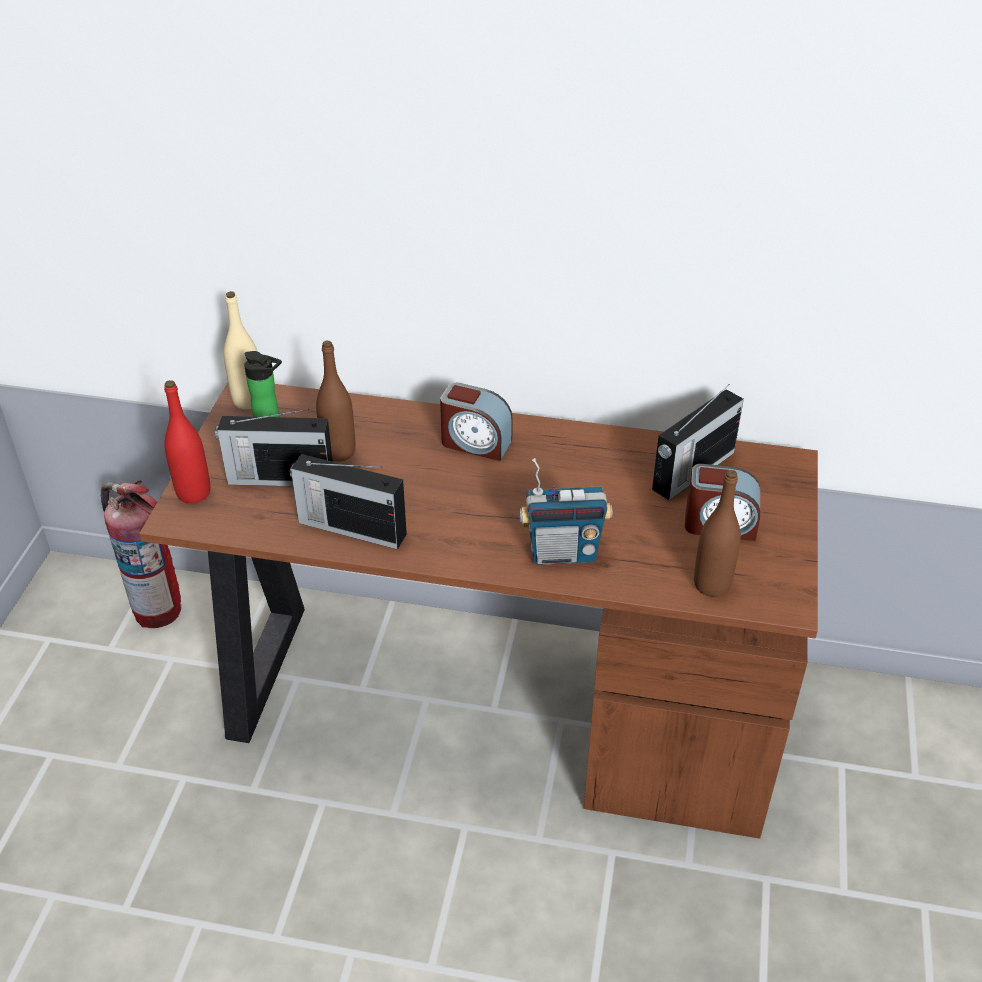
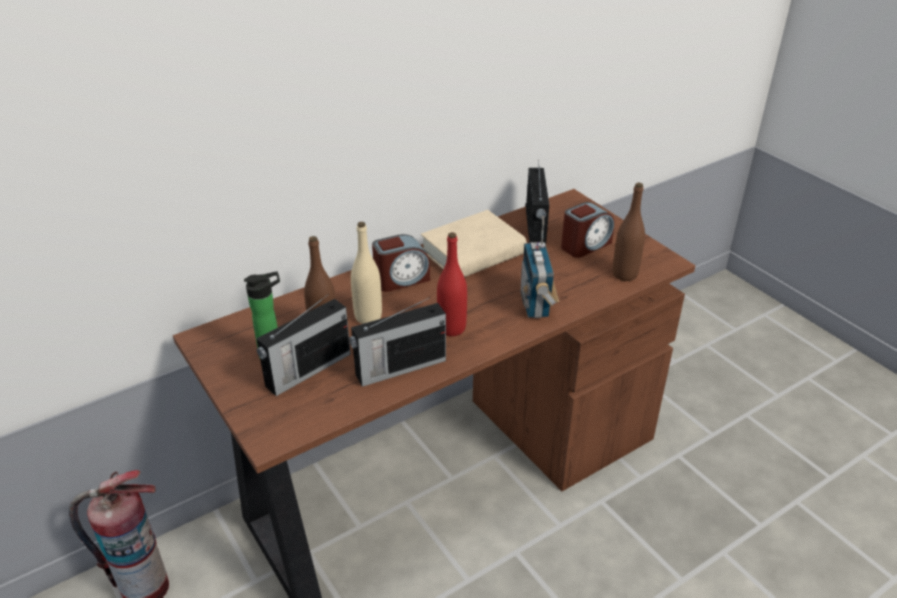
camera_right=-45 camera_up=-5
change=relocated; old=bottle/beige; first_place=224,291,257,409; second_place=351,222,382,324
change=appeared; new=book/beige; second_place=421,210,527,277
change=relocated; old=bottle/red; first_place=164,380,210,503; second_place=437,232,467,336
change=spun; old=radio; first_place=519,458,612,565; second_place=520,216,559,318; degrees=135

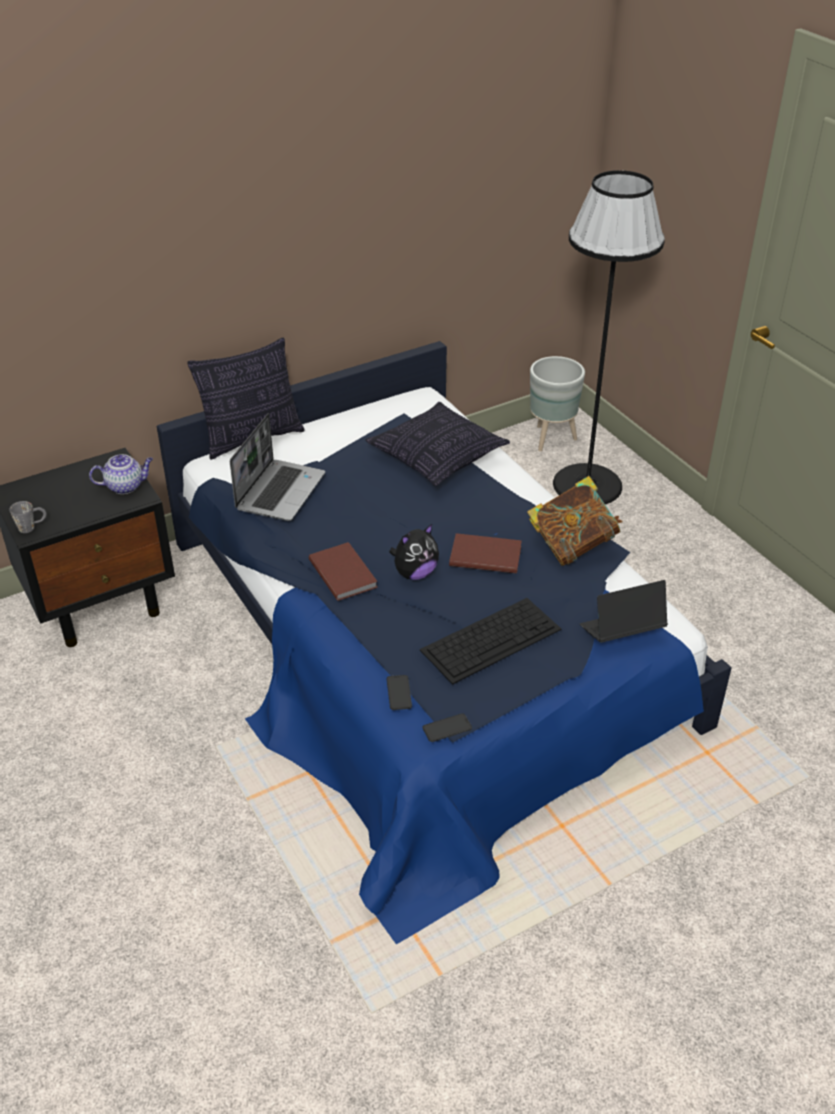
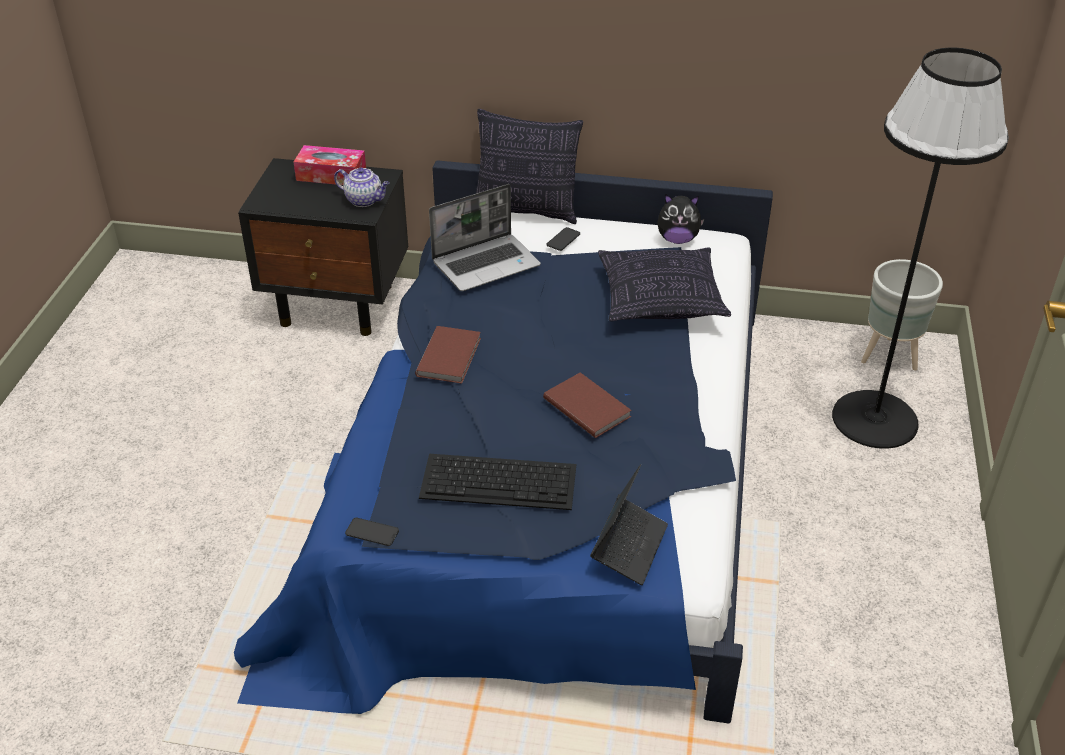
camera_right=40 camera_up=0
change=appeared; new=tissue box; second_place=294,145,366,185
change=relocated; old=phone; first_place=387,675,412,710; second_place=547,227,580,251
change=spun; old=laptop; first_place=580,580,668,643; second_place=590,464,668,585; degrees=90
change=relocated; old=plush toy; first_place=389,524,439,580; second_place=657,194,704,244
change=missing; old=mug/grey; first_place=9,501,47,533
change=missing; old=book; first_place=527,476,623,566

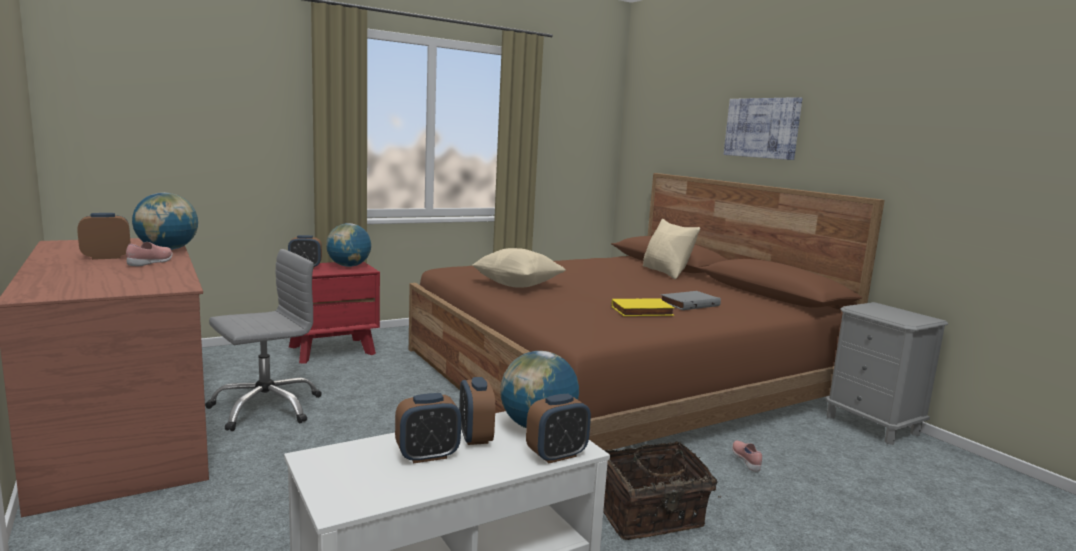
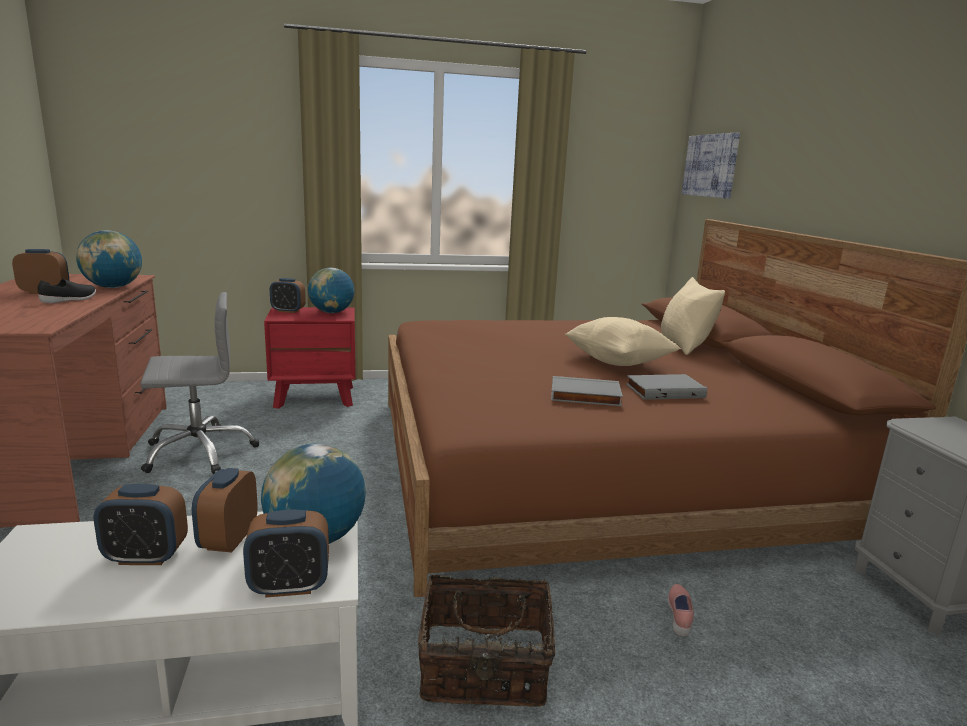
camera_right=20 camera_up=5
change=colour; old=shoe/pink; new=shoe/black; first_place=126,242,173,266; second_place=37,279,96,303
change=colour; old=book/yellow; new=book/grey; first_place=611,299,674,316; second_place=551,376,623,406
change=relocated; old=pillow/beige; first_place=472,248,566,288; second_place=565,317,681,366
change=relocated; old=picture; first_place=724,97,802,160; second_place=682,132,740,199

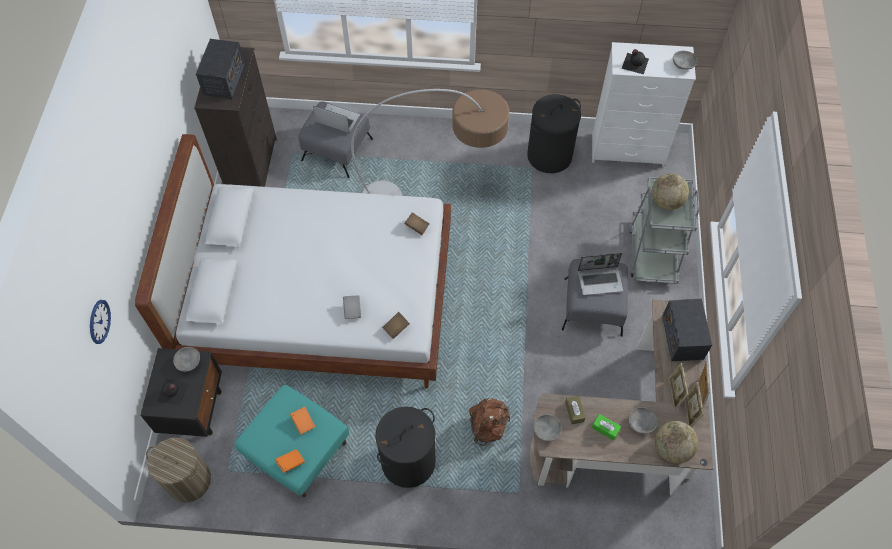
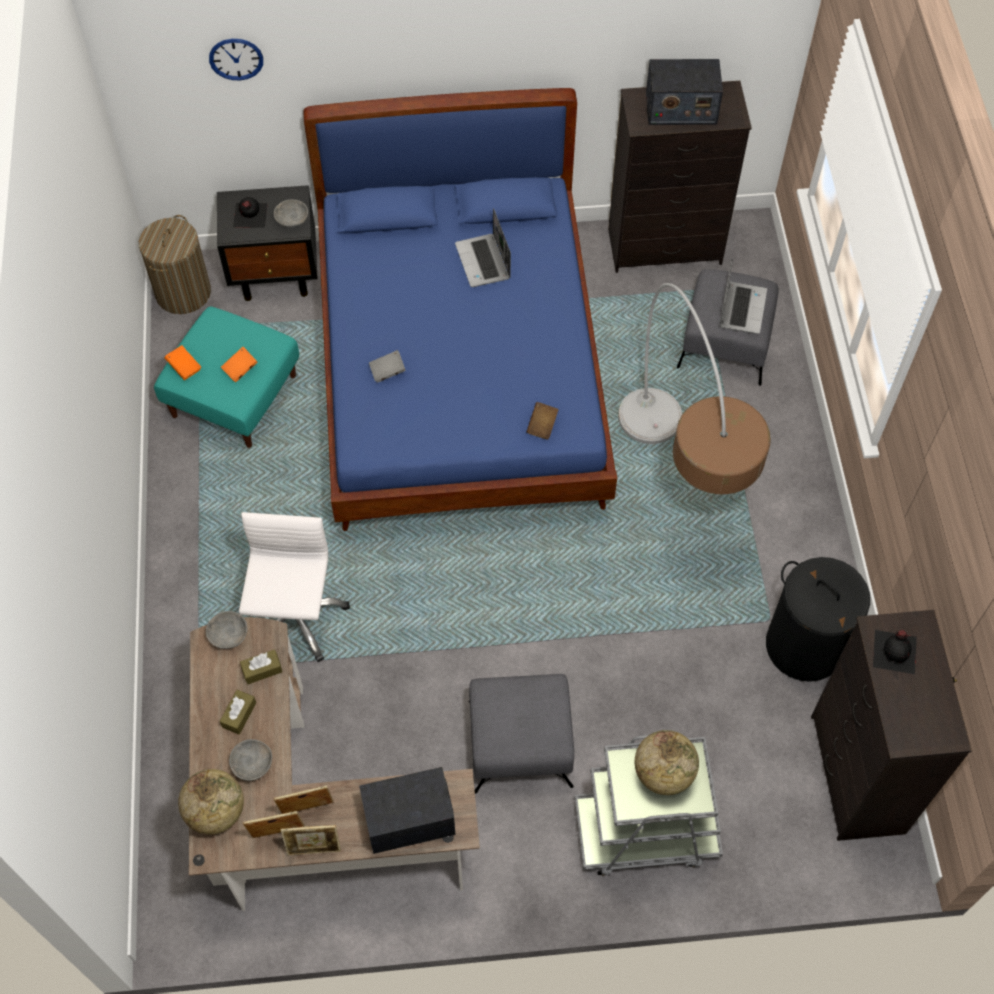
camera_right=80 camera_up=0
change=colour; old=tissue box/green; new=tissue box/brown; first_place=592,414,621,441; second_place=220,690,256,734
change=exchanged; old=backpack/brown; new=office chair/white; first_place=469,398,510,446; second_place=239,512,350,662
change=colour; old=bed/white; new=bed/blue; first_place=135,134,451,389; second_place=303,88,617,531
change=relocated; old=laptop; first_place=578,253,623,295; second_place=455,208,511,287
change=colour; old=dresser/white; new=dresser/black; first_place=592,42,696,167; second_place=811,610,972,841
change=missing; old=laundry basket/black; first_place=375,406,436,488
change=missing; old=book/brown; first_place=382,312,410,339
change=missing; old=bowl/grey; first_place=673,51,697,70

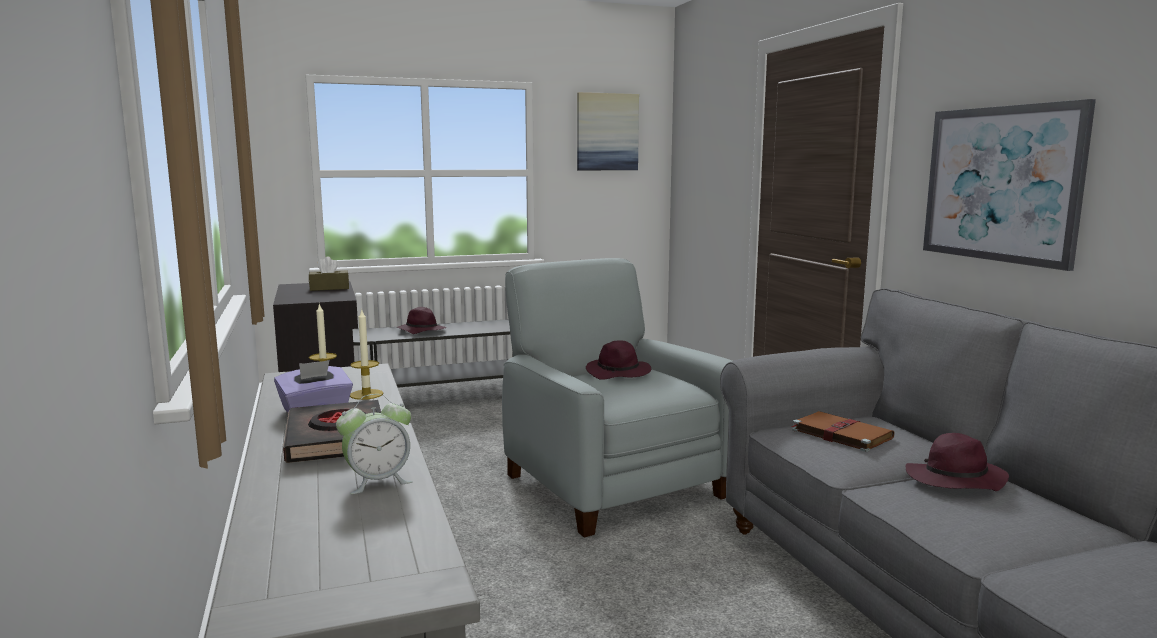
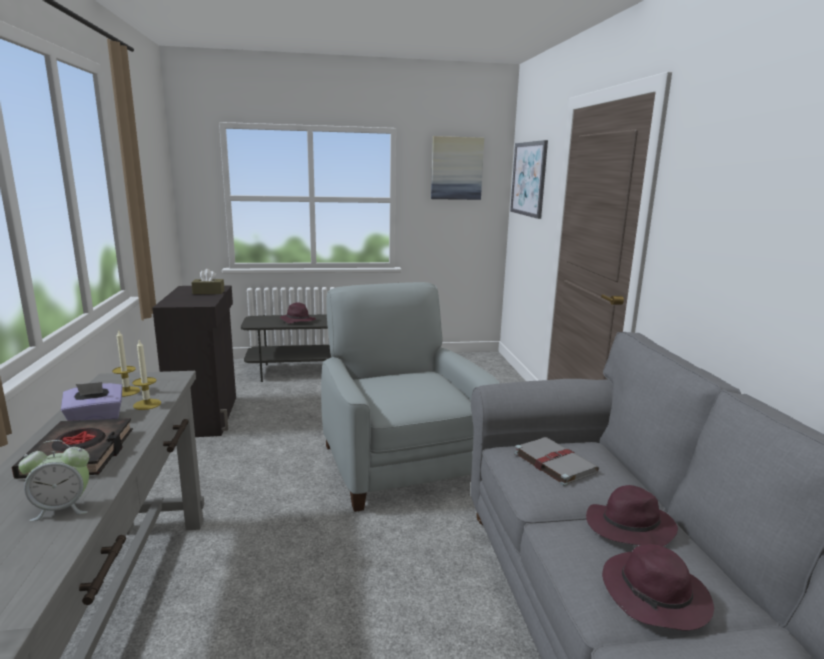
camera_right=10 camera_up=5
change=relocated; old=picture; first_place=923,99,1096,271; second_place=510,140,548,219
change=colour; old=book/brown; new=book/grey; first_place=792,411,895,452; second_place=514,437,599,486
change=relocated; old=hat/purple; first_place=586,340,651,380; second_place=602,544,714,631

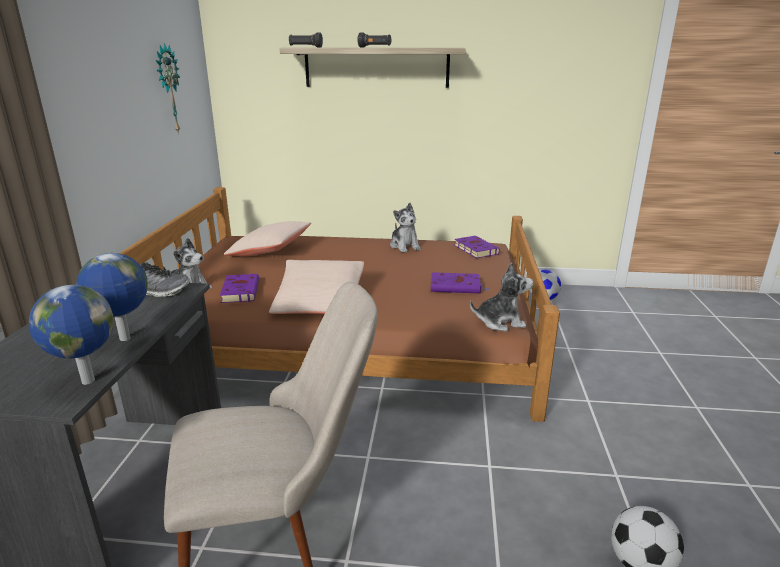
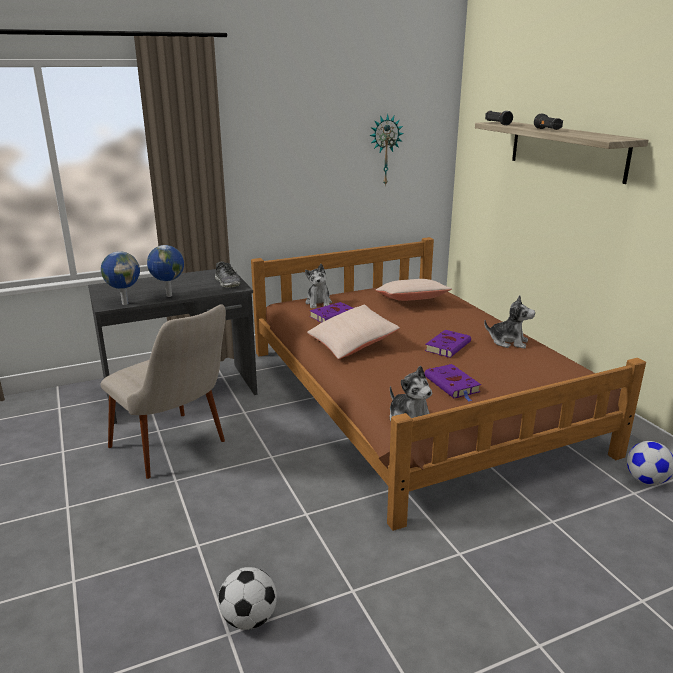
camera_right=60 camera_up=0
change=relocated; old=book/purple; first_place=454,236,500,258; second_place=425,330,471,358
change=spun; old=plush toy; first_place=390,203,421,253; second_place=484,295,535,349; degrees=-105

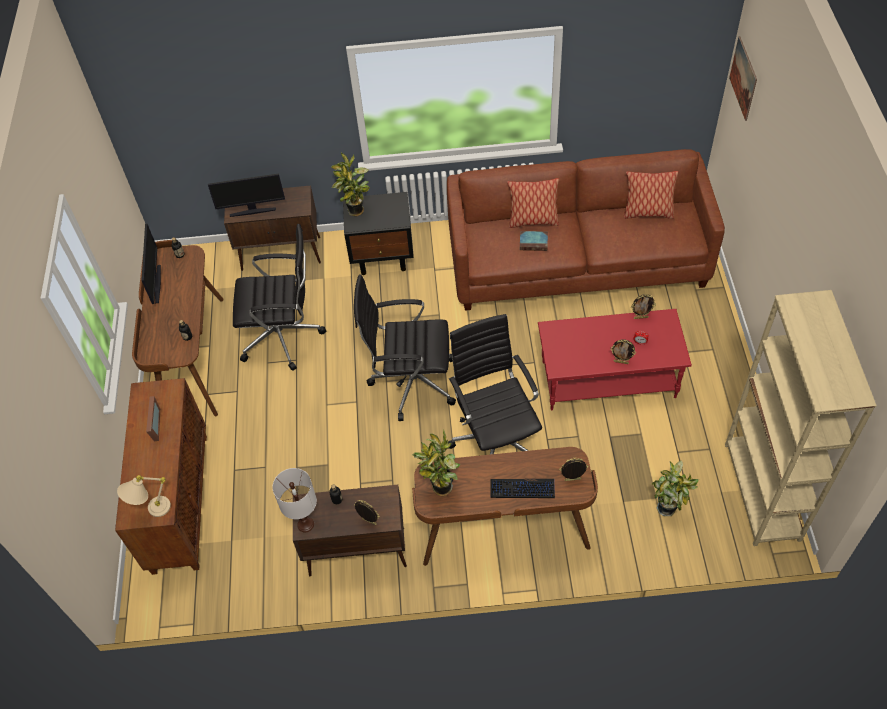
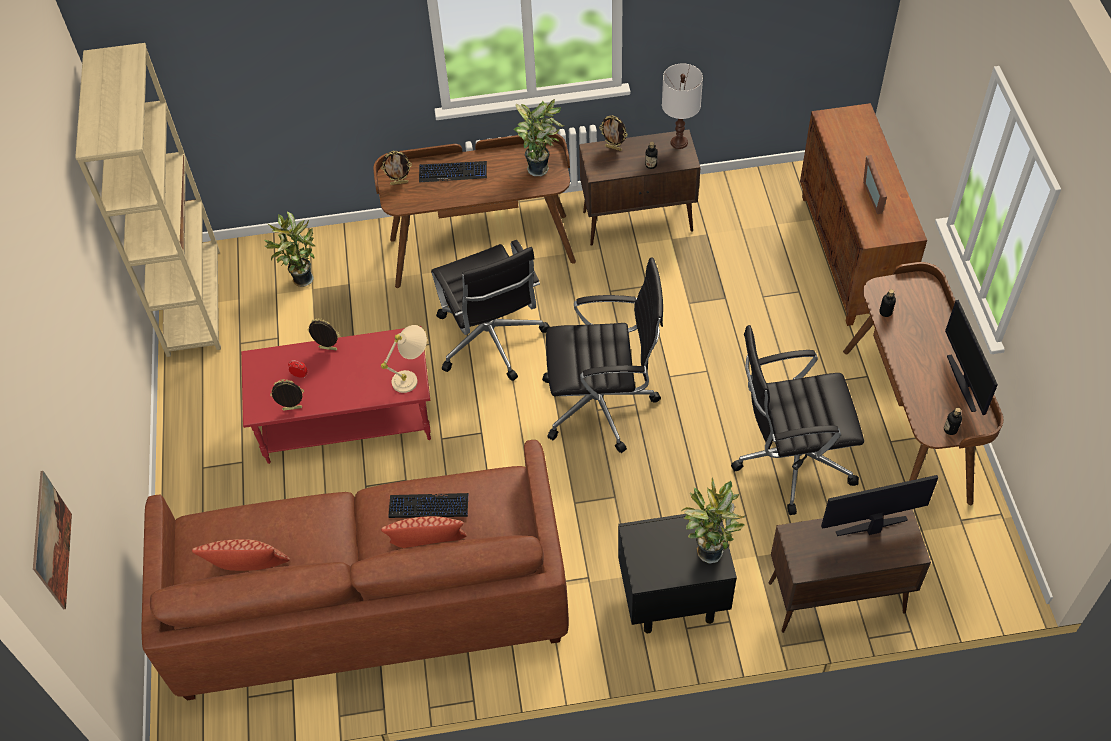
camera_right=175 camera_up=0
change=relocated; old=table lamp/beige; first_place=117,475,171,517; second_place=381,325,427,393
change=exchanged; old=book; new=keyboard; first_place=520,231,548,251; second_place=388,493,469,518

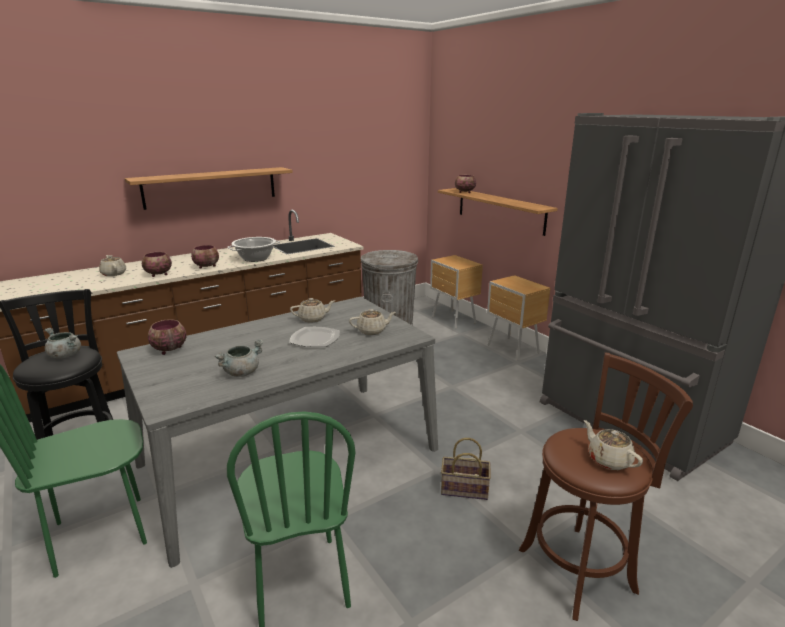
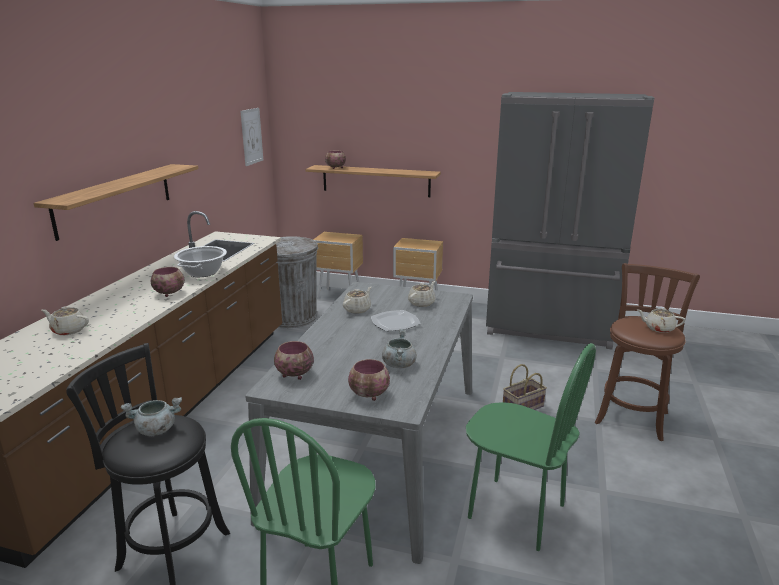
camera_right=-40 camera_up=0
change=appeared; new=picture; second_place=240,108,263,166
change=relocated; old=bowl; first_place=142,252,172,277; second_place=348,359,390,401

